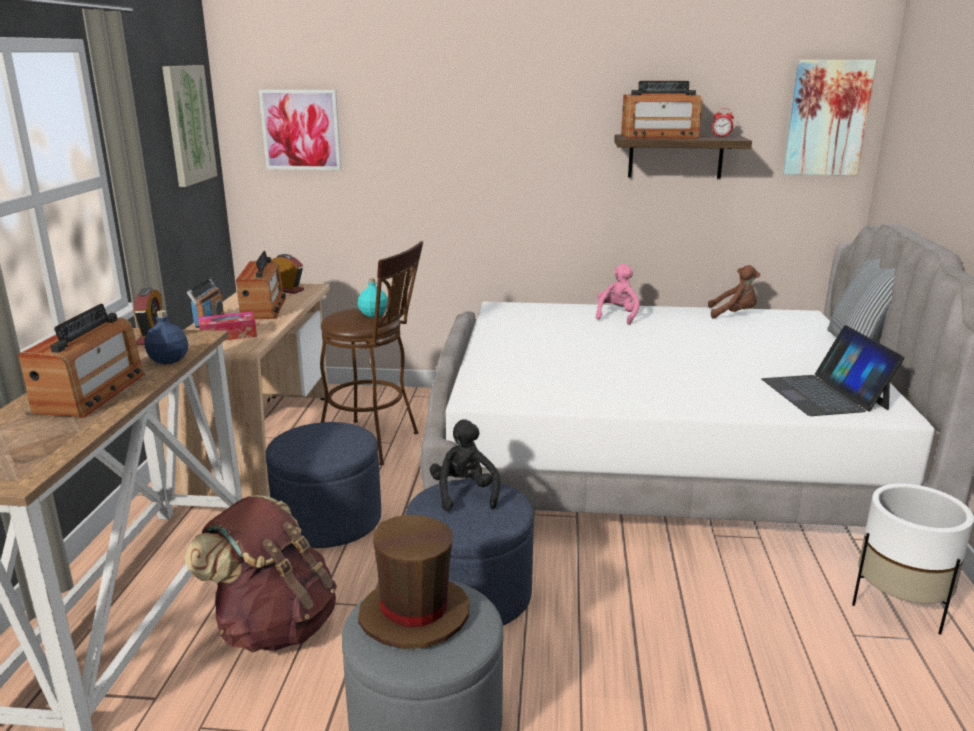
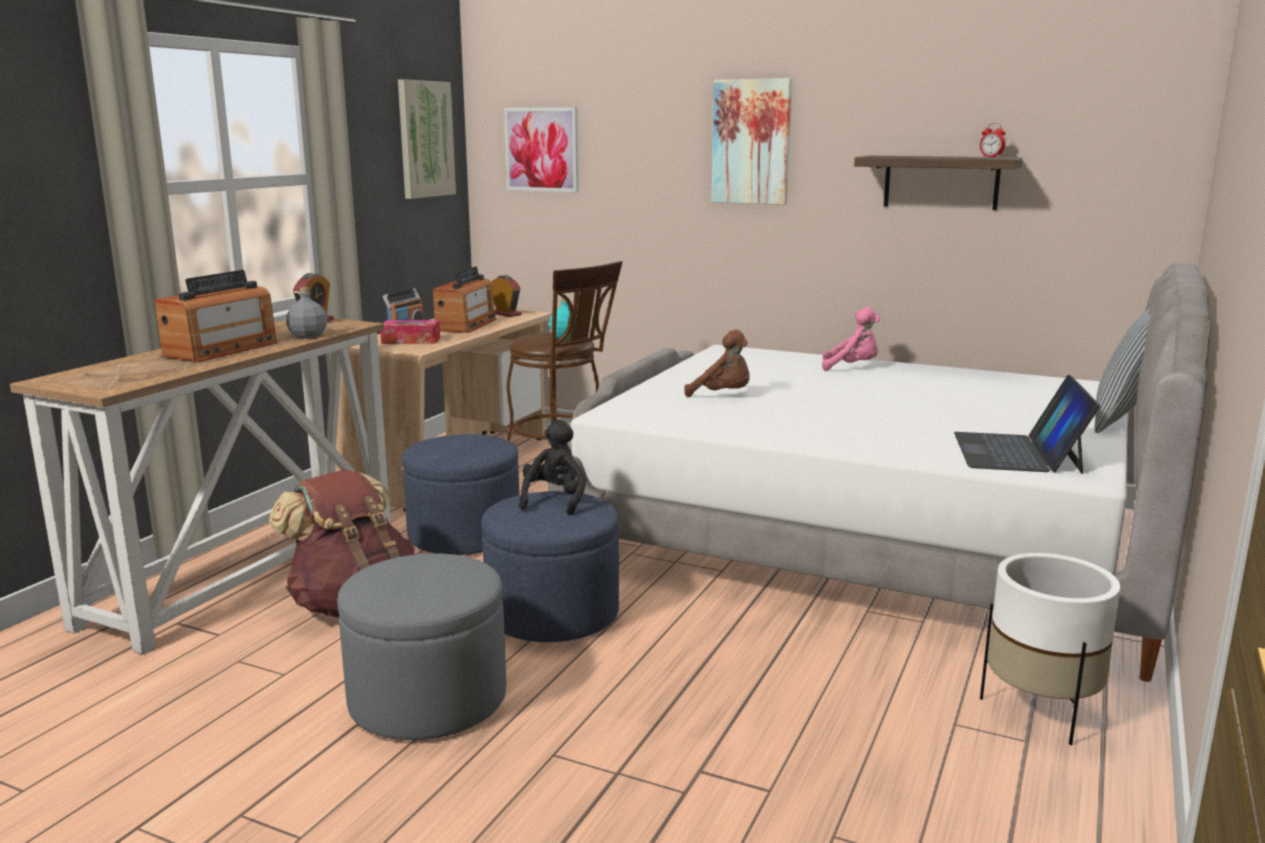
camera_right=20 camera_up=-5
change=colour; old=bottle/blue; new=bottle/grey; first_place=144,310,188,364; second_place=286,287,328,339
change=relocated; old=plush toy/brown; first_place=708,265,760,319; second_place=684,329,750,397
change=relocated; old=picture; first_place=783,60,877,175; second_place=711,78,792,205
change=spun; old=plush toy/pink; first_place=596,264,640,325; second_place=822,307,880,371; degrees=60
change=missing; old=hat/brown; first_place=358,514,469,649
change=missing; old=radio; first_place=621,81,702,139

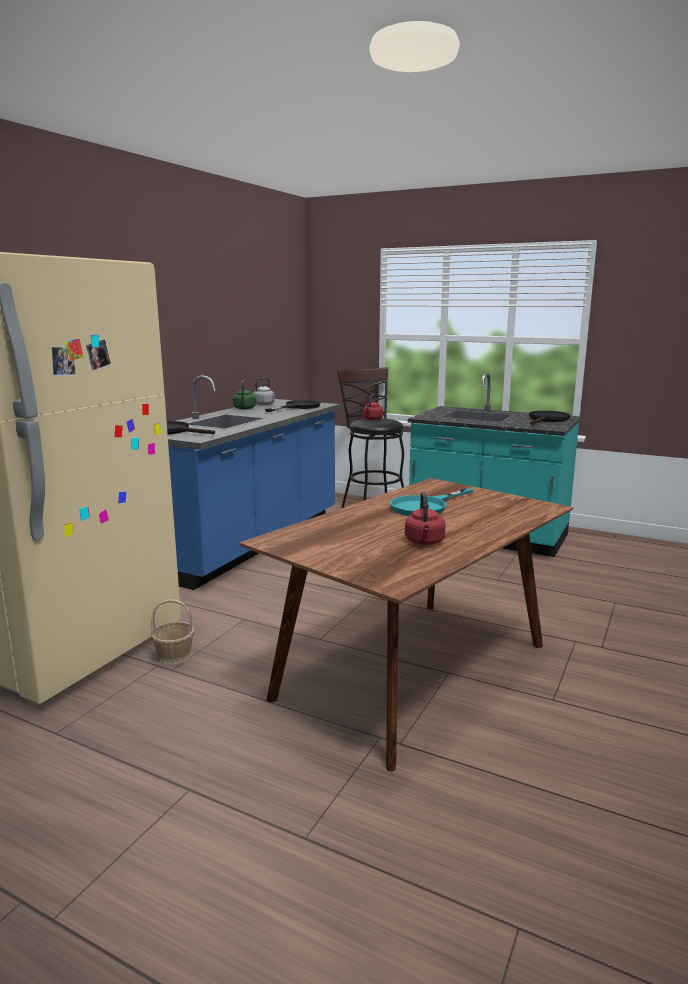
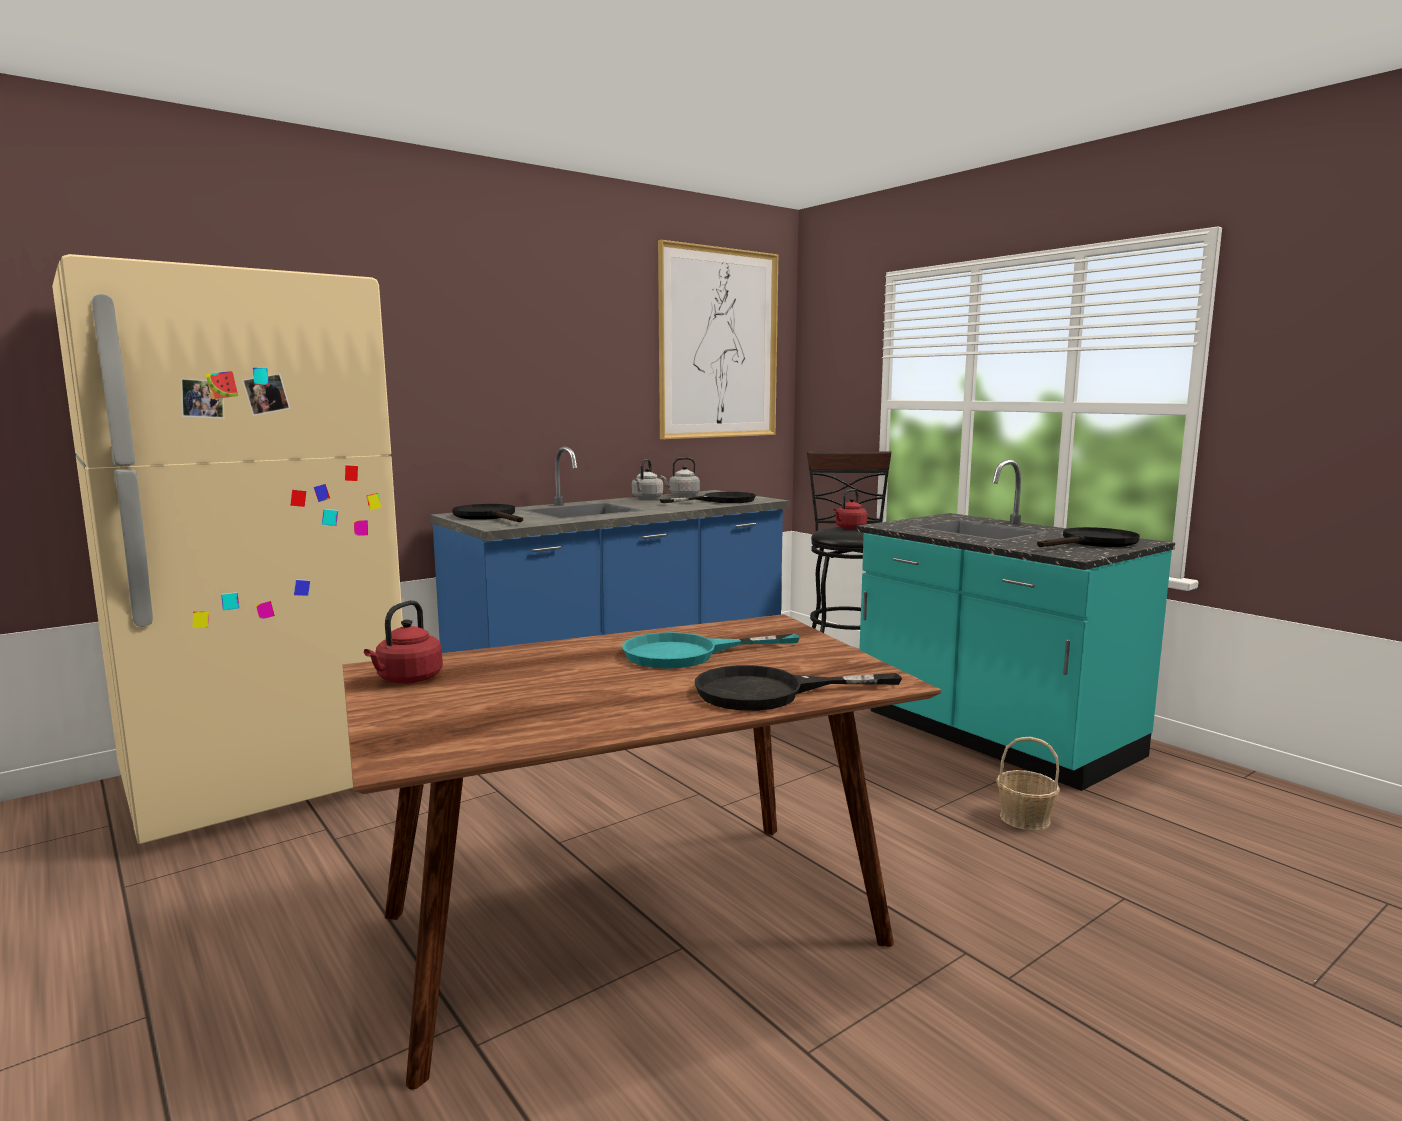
camera_right=25 camera_up=-5
change=relocated; old=kettle/red; first_place=405,492,445,545; second_place=364,600,443,683
change=colour; old=kettle/green; new=kettle/grey; first_place=233,381,256,409; second_place=632,459,663,499
change=appeared; new=picture; second_place=658,240,778,439
change=appeared; new=frying pan/black; second_place=695,665,902,711
change=relocated; old=basket; first_place=151,599,194,665; second_place=996,737,1060,831

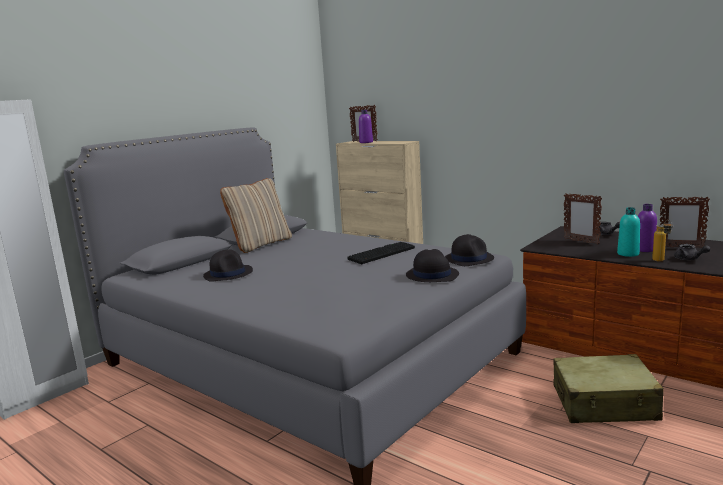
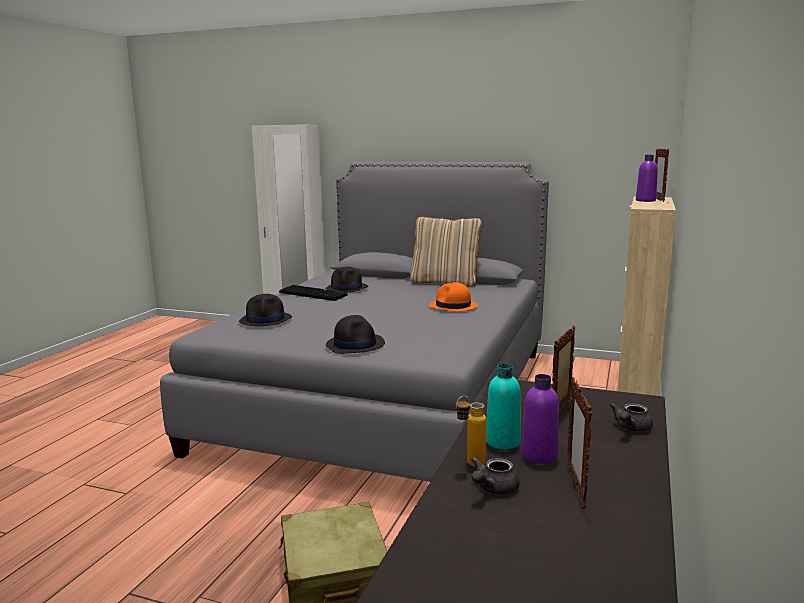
camera_right=70 camera_up=0
change=relocated; old=hat/black; first_place=445,234,494,266; second_place=239,294,292,326
change=relocated; old=keyboard; first_place=347,242,415,264; second_place=279,285,348,301
change=appeared; new=hat/orange; second_place=429,282,478,311

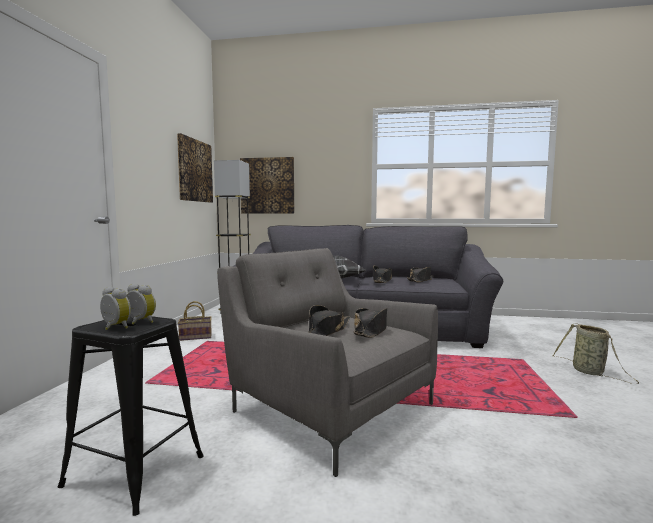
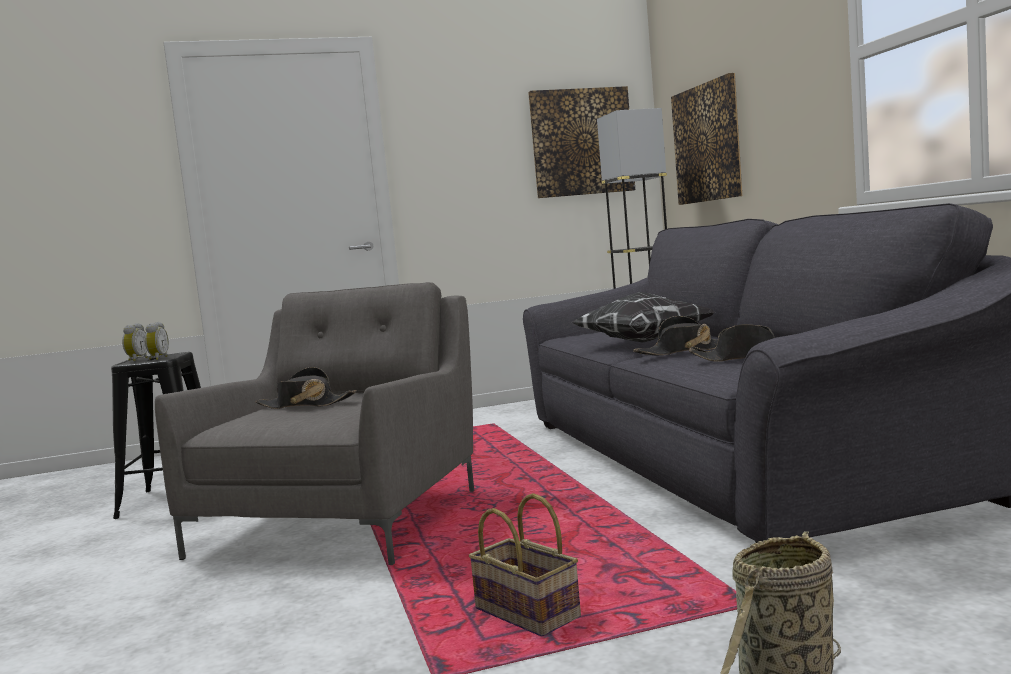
camera_right=65 camera_up=0
change=relocated; old=basket; first_place=178,301,212,341; second_place=469,493,581,636
change=missing; old=hat/black; first_place=354,308,387,338

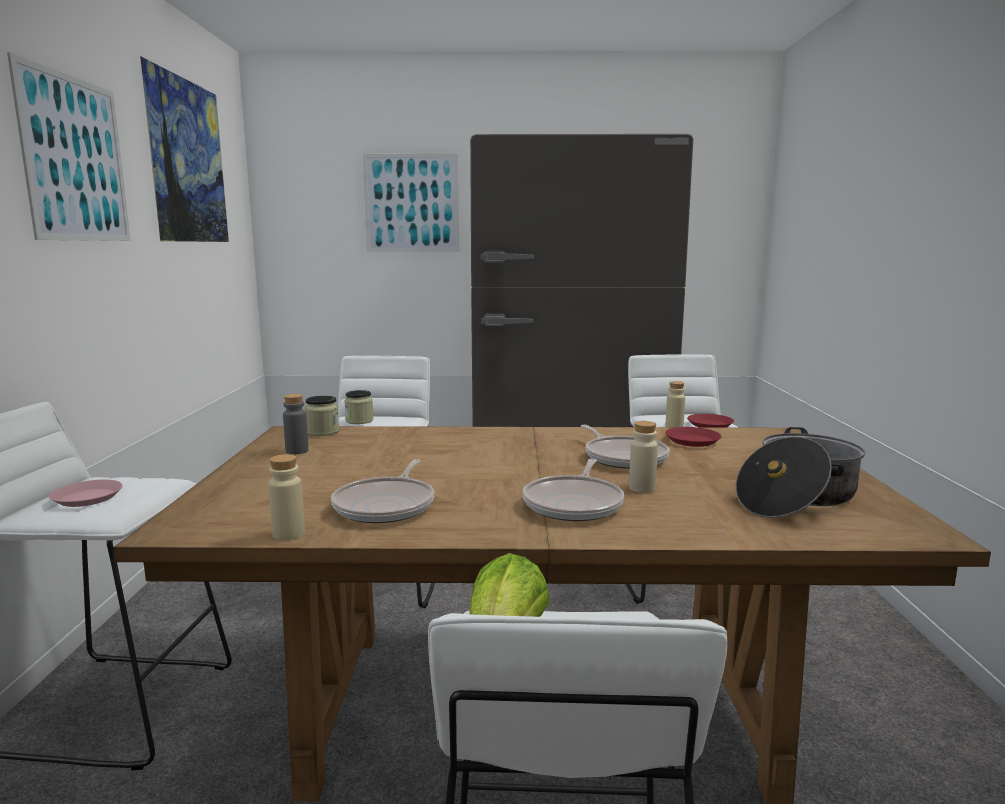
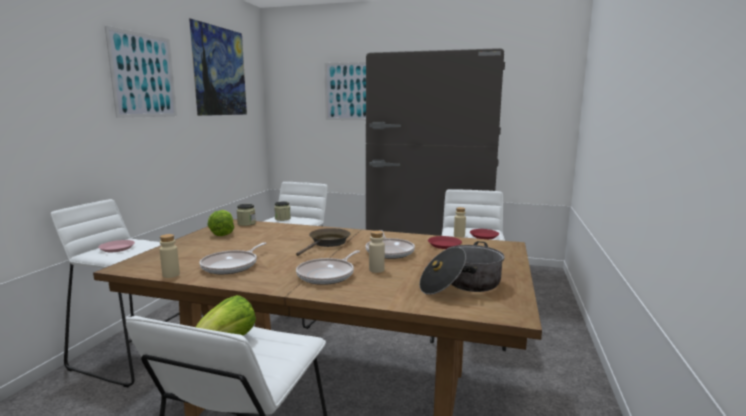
camera_right=15 camera_up=0
change=exchanged; old=bottle/grey; new=lettuce; first_place=283,394,309,454; second_place=207,210,234,236
change=appeared; new=frying pan/brown; second_place=296,228,350,256

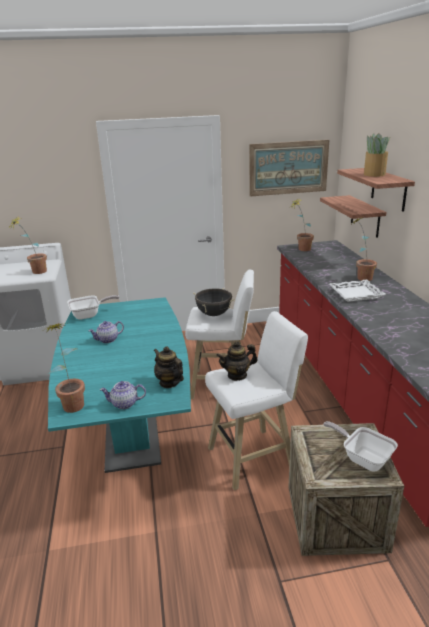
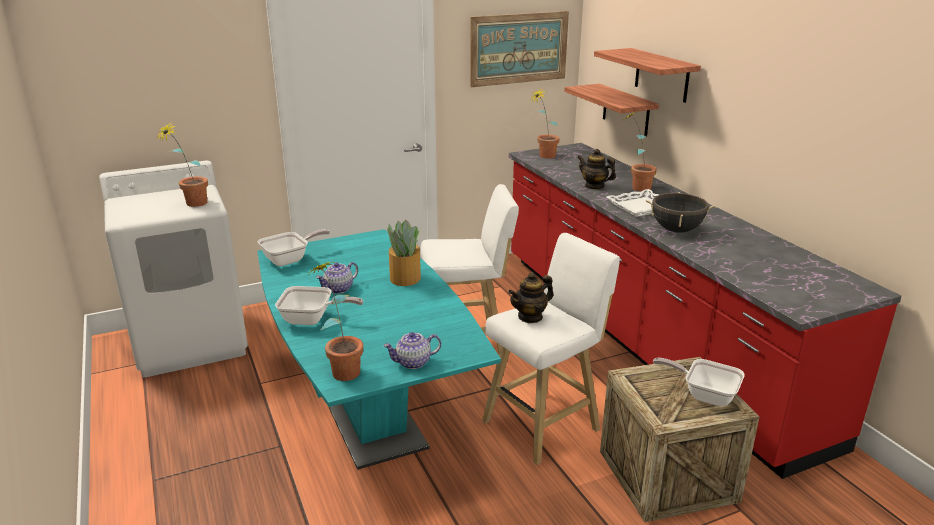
camera_right=-15 camera_up=0
change=appeared; new=frying pan; second_place=275,286,363,325
change=relocated; old=potted plant; first_place=364,133,391,177; second_place=387,220,421,286
change=relocated; old=teapot; first_place=154,347,184,388; second_place=577,149,616,190
change=relocated; old=cooking pot/black; first_place=193,288,235,316; second_place=646,192,716,233

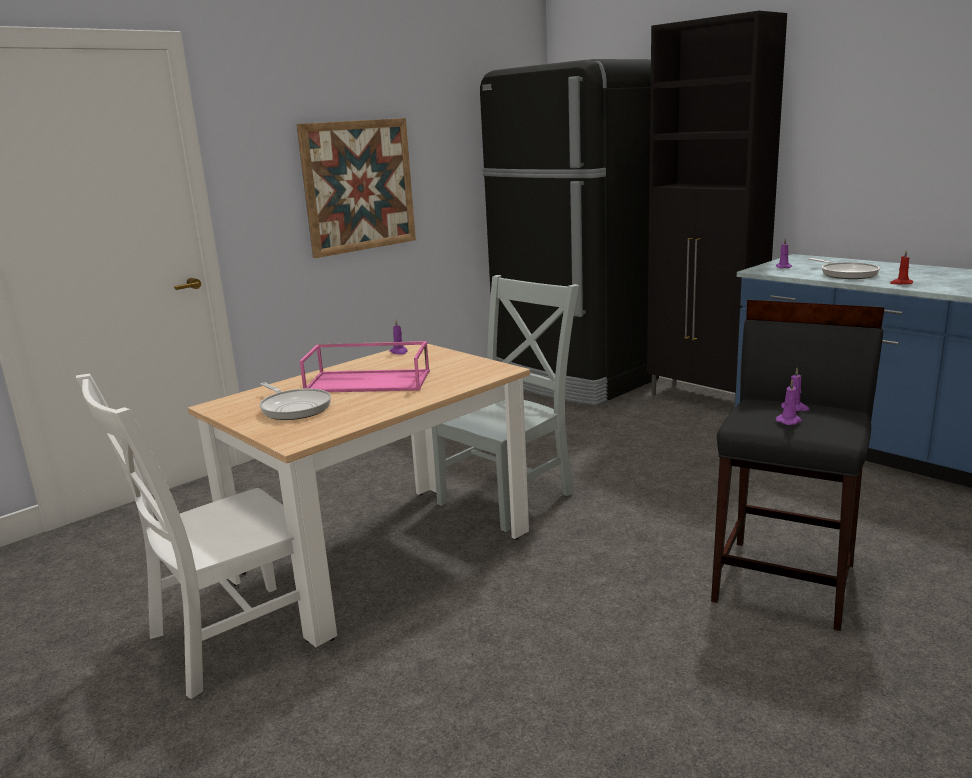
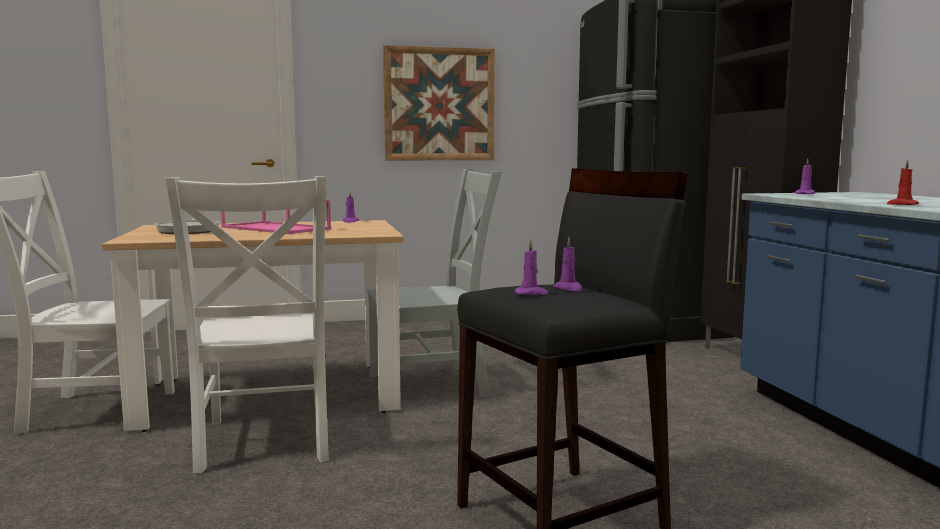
camera_right=30 camera_up=-10
change=appeared; new=chair/white; second_place=165,177,329,473
change=missing; old=frying pan; first_place=808,258,880,279

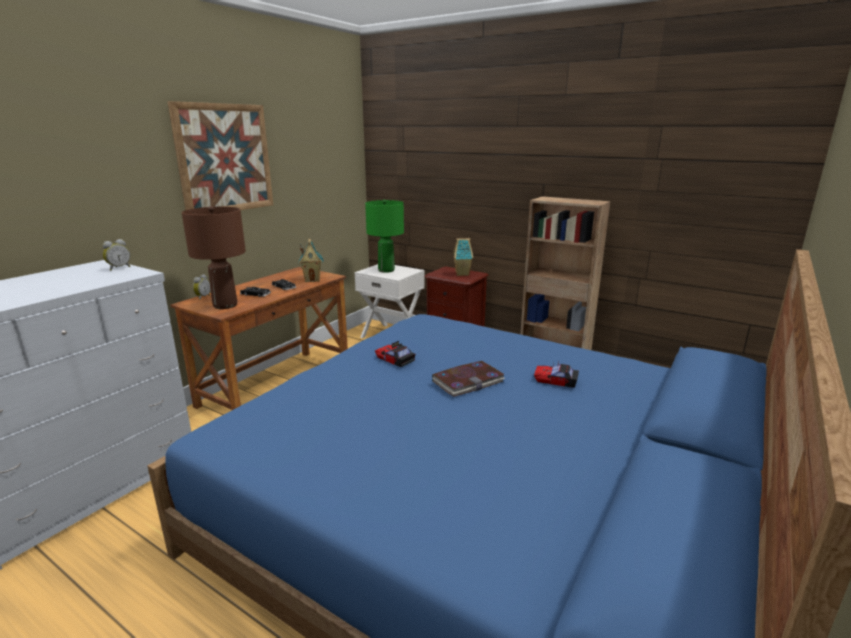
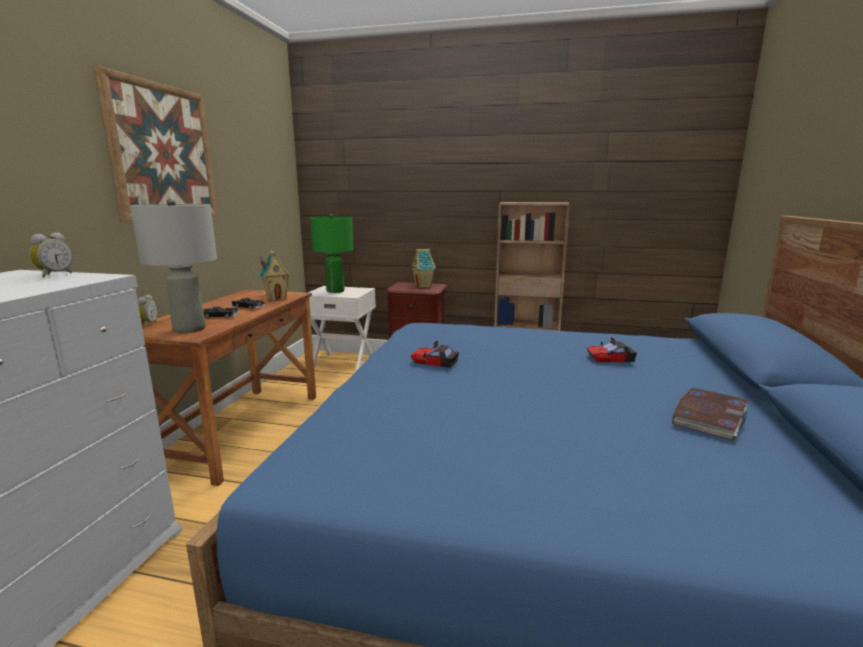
camera_right=-20 camera_up=-5
change=colour; old=table lamp/brown; new=table lamp/grey; first_place=182,206,246,309; second_place=130,199,217,333
change=relocated; old=book; first_place=432,361,505,397; second_place=672,388,747,441

